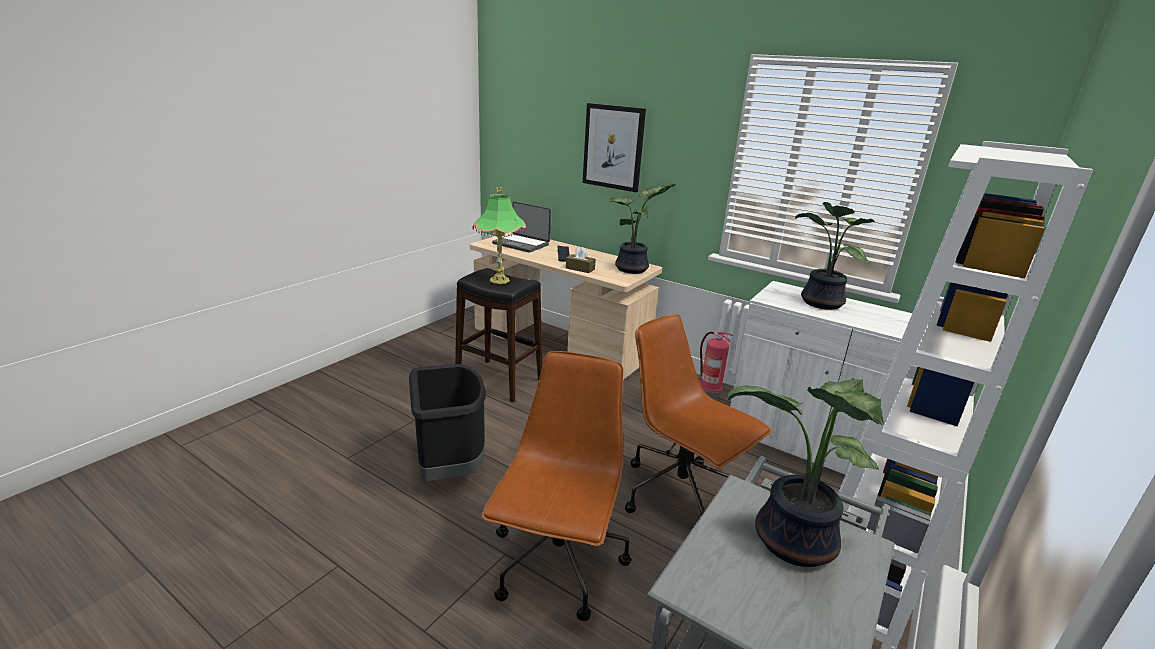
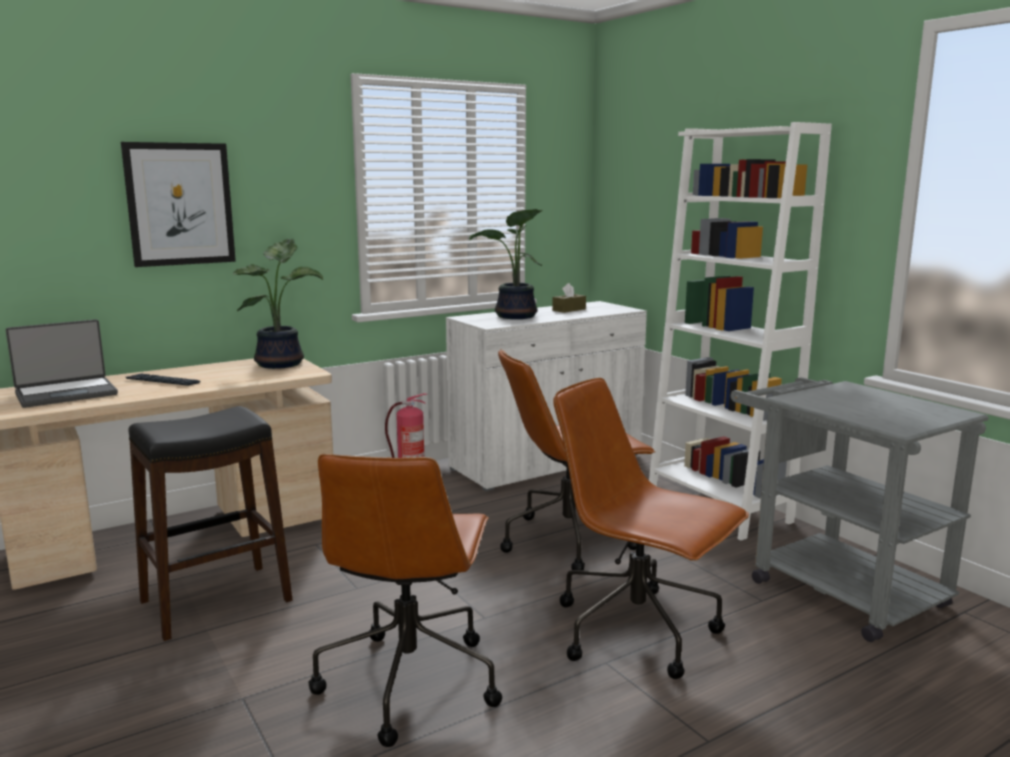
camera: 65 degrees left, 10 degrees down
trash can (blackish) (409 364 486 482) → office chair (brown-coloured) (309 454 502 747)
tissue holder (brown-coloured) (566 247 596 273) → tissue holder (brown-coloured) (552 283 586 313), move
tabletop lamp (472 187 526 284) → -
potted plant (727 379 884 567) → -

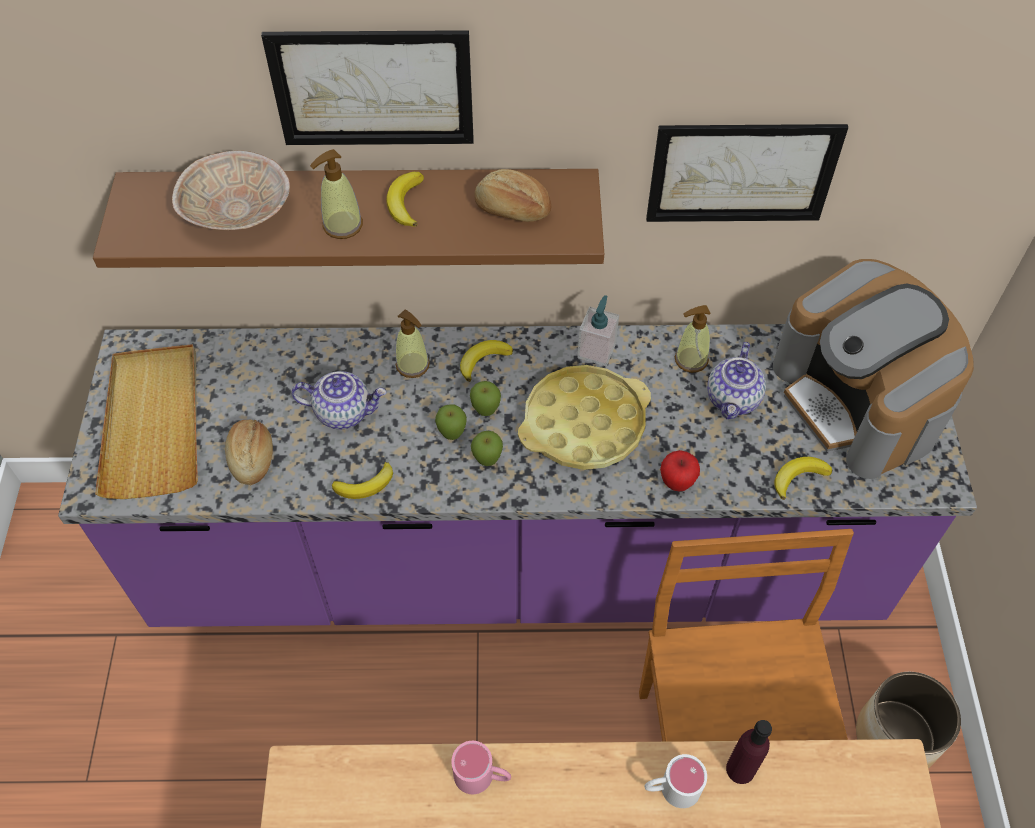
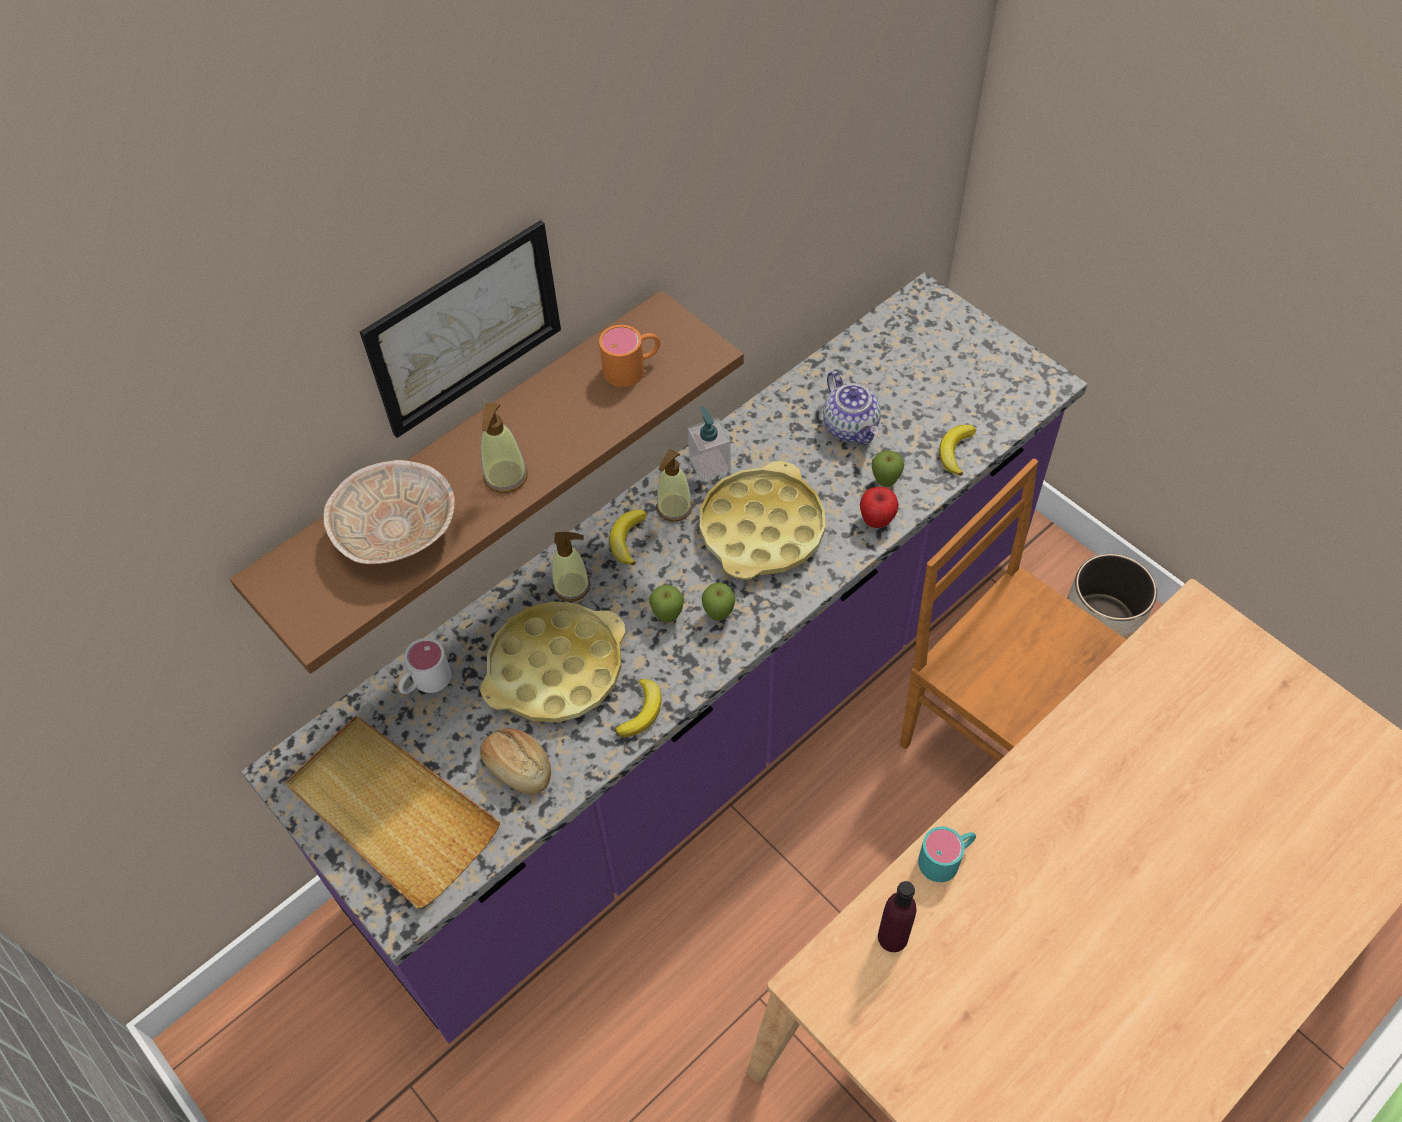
camera: 40 degrees left, 0 degrees up
mug (whitish) (645 754 707 808) → mug (whitish) (398 638 452 694), move
tea pot (291 371 387 429) → carrying tray (yellowish) (480 602 625 723)
bakery bread (475 169 552 222) → mug (orangey) (599 325 660 387)
soap bottle (675 305 711 373) → soap bottle (657 449 693 522), move
apple (470 381 501 416) → apple (871 450 904 487), move
beverage bottle (purplish) (726 720 772 784) → beverage bottle (purplish) (878 881 916 952), move
mug (pink-coloured) (451 741 511 794) → mug (blue-green) (918 826 976 882)
whole banana (386 172 424 227) → -
wall art (646 124 848 222) → -
coffee brewer (773 259 974 479) → -

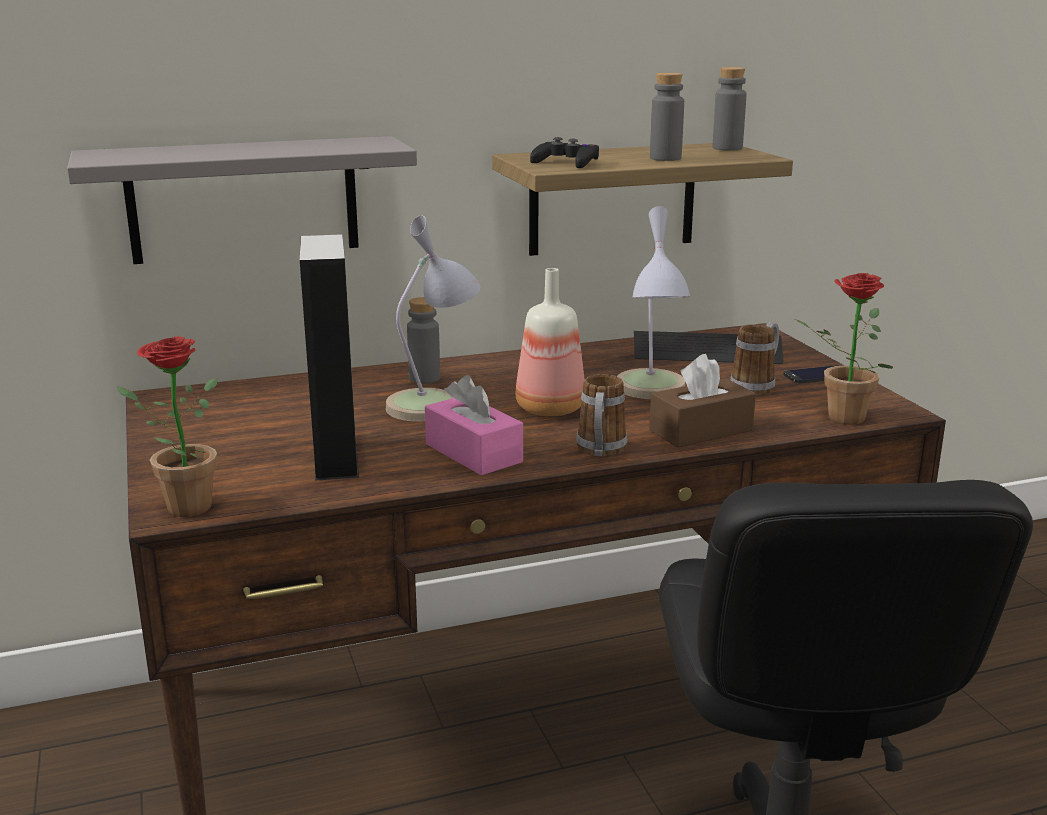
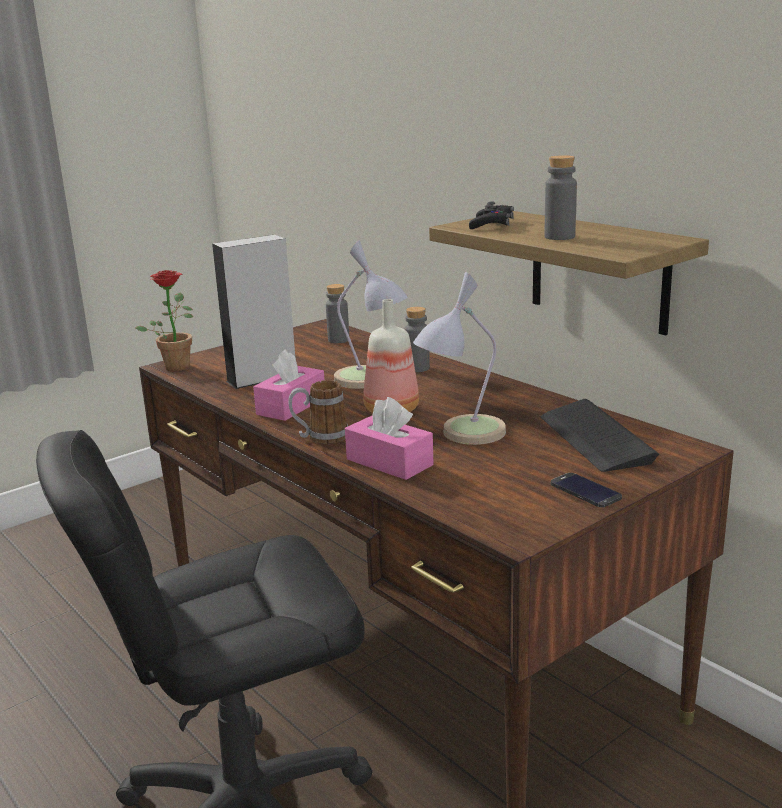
camera: 70 degrees right, 0 degrees up
beverage bottle (gray) (713 67 746 151) → beverage bottle (gray) (326 284 349 343), move
tissue holder (brown-coloured) (649 354 756 448) → tissue holder (pink-coloured) (345 397 434 480)
wall shelf (gray) (67 136 417 264) → -
mug (730 322 779 396) → -
potted plant (795 273 893 425) → -

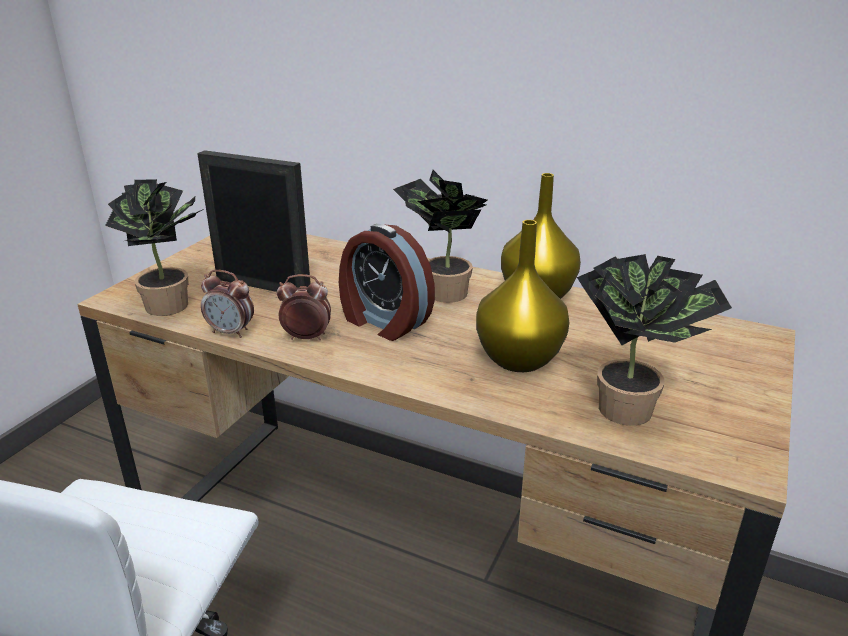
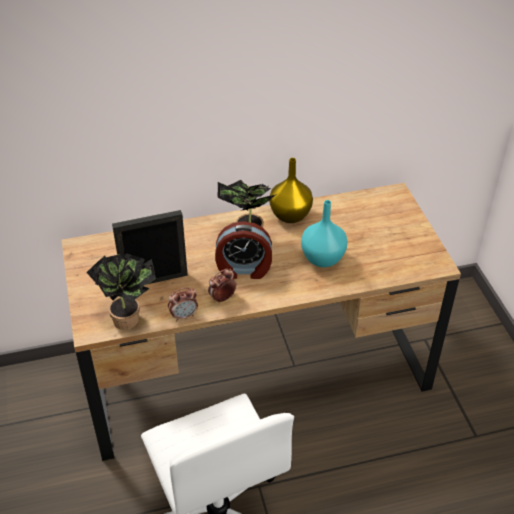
camera: 40 degrees left, 15 degrees up
flower vase (yellowish) (476 220 570 372) → flower vase (blue-green) (301 200 348 267)
potted plant (577 254 732 426) → -

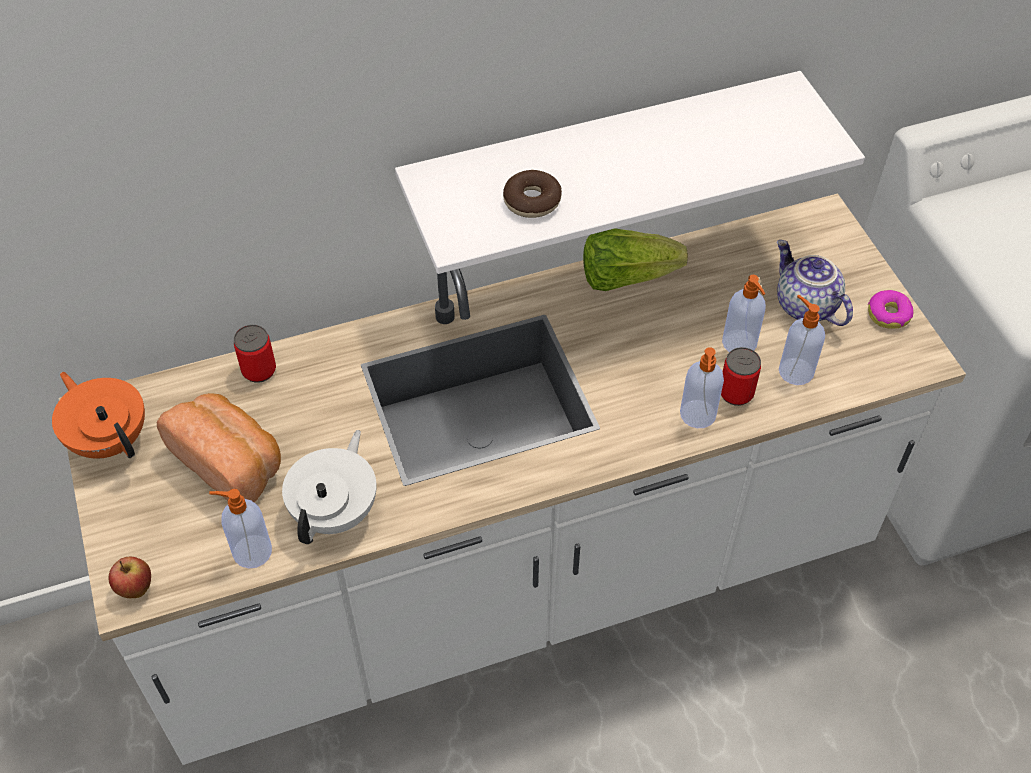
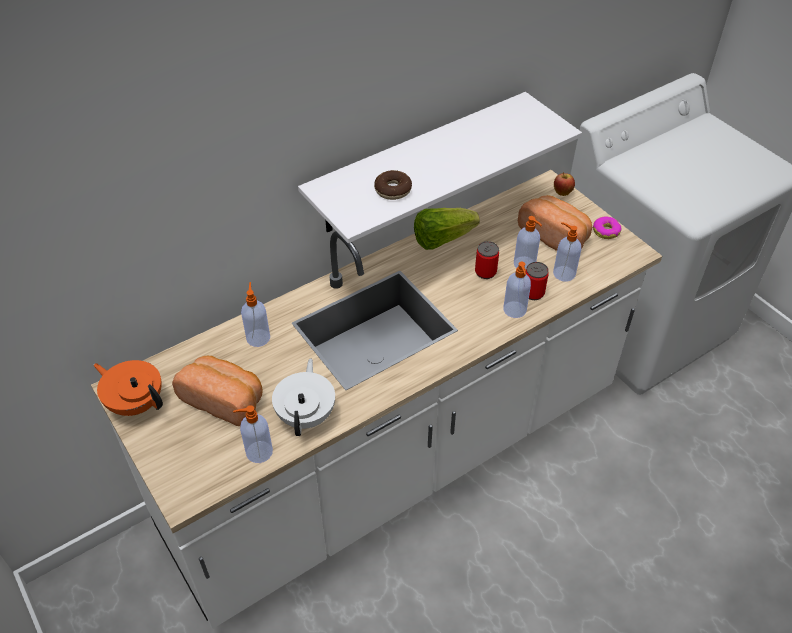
camera: 15 degrees left, 5 degrees down
- → soap bottle (241 282 270 347)
sealed can (234 325 276 383) → sealed can (475 241 499 279), move
tea pot (777 240 853 326) → bakery bread (518 195 592 251)
apple (109 557 151 598) → apple (554 172 575 196), move

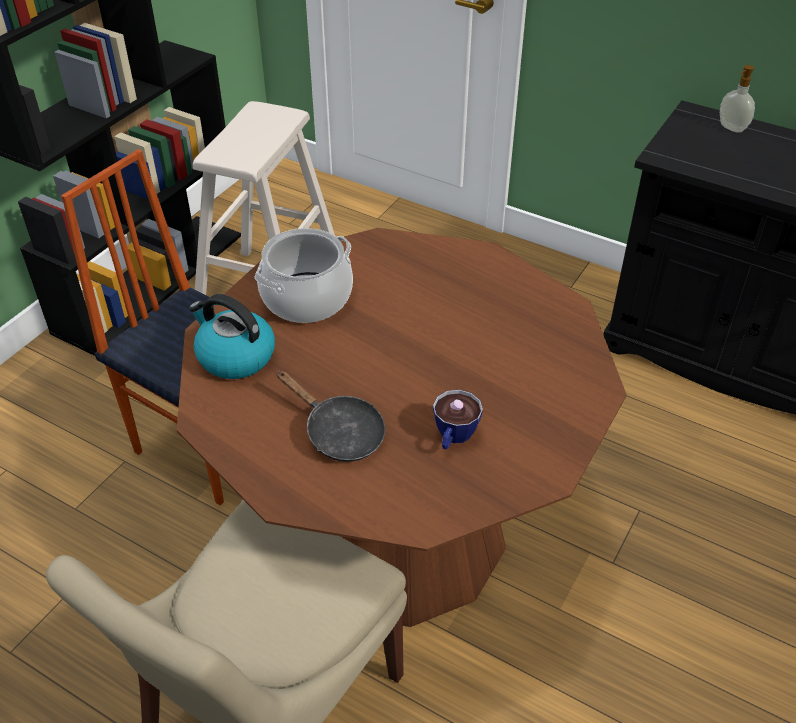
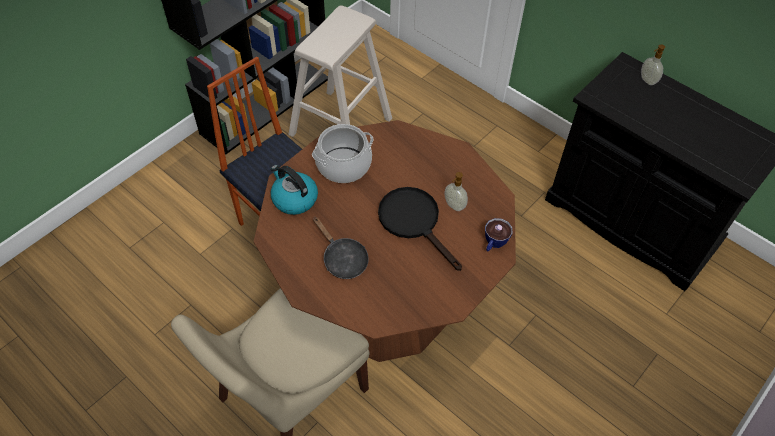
camera: 10 degrees right, 10 degrees up
- → frying pan (blackish) (378 187 462 271)
- → soap bottle (444 172 468 211)
small cup (433 390 483 450) → small cup (485 218 513 251), move

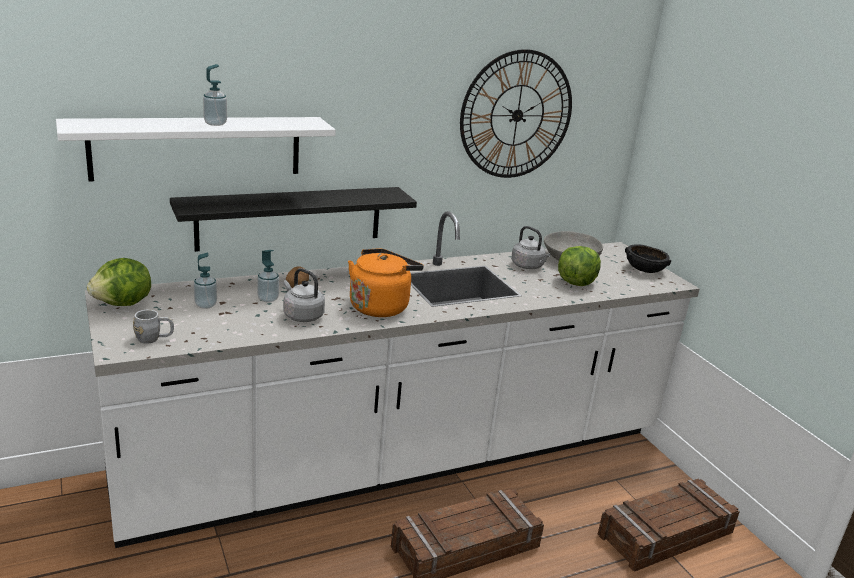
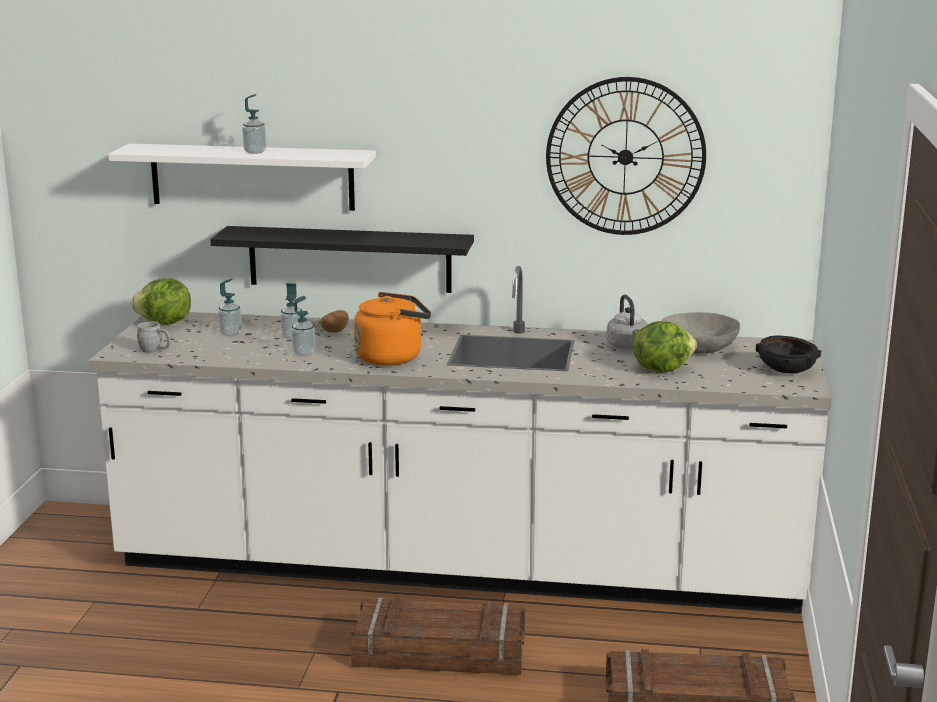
camera: 35 degrees right, 5 degrees down
tea kettle (gray) (283 268 325 322) → soap bottle (291 296 315 356)

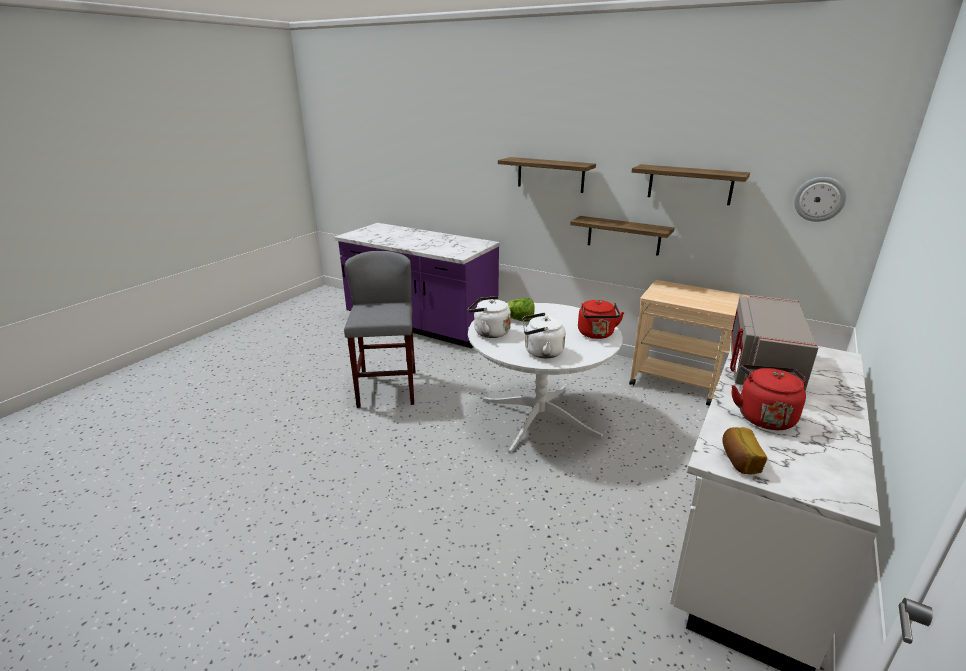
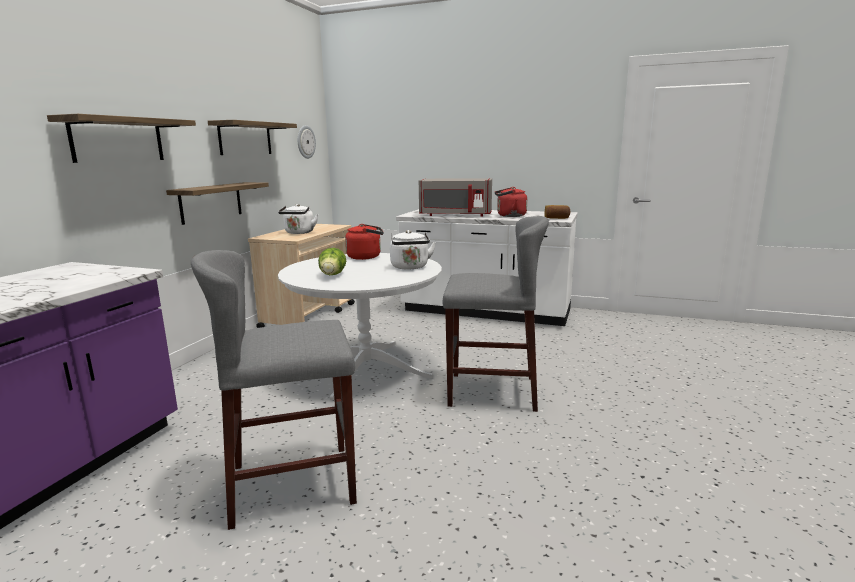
camera: 100 degrees left, 10 degrees down
tea kettle (whitish) (468 296 511 338) → tea kettle (whitish) (278 204 318 234), move
- → sitting stool (gray) (443 216 549 412)

